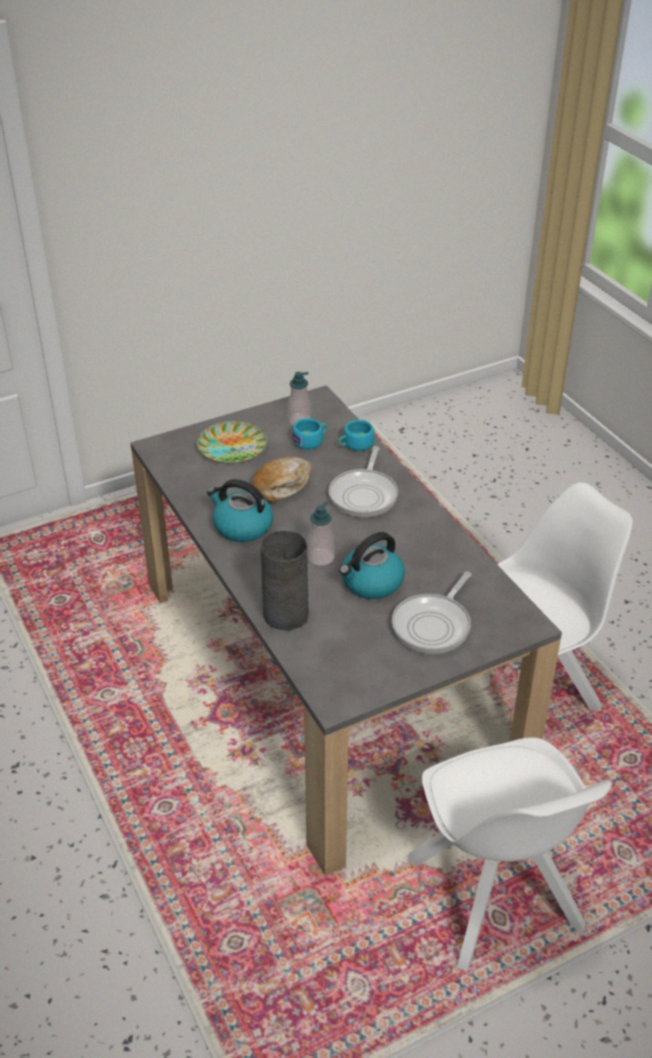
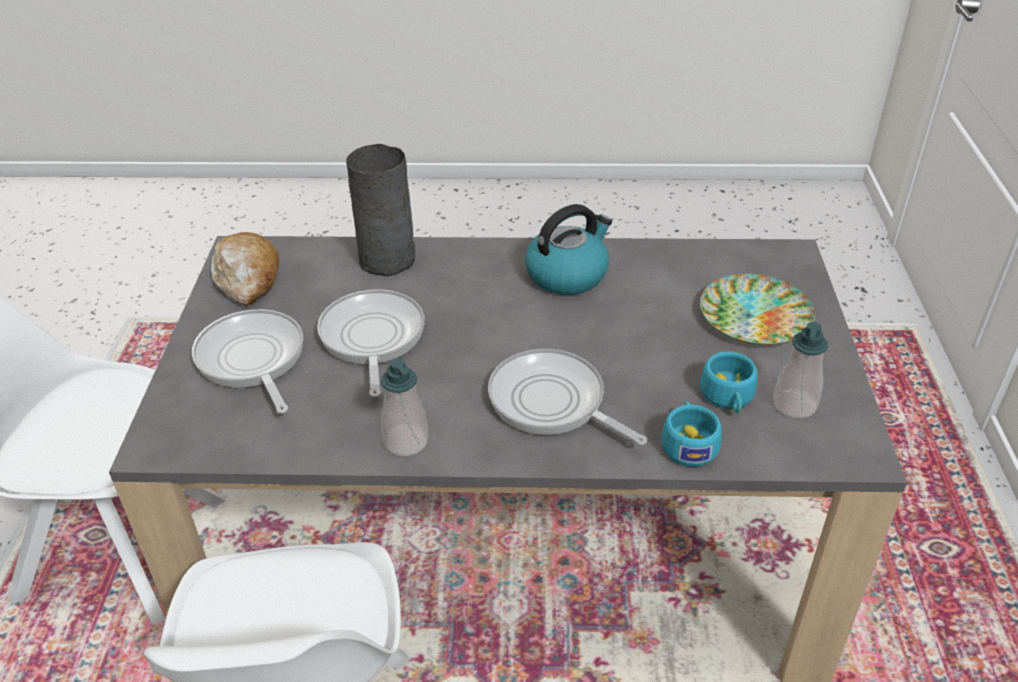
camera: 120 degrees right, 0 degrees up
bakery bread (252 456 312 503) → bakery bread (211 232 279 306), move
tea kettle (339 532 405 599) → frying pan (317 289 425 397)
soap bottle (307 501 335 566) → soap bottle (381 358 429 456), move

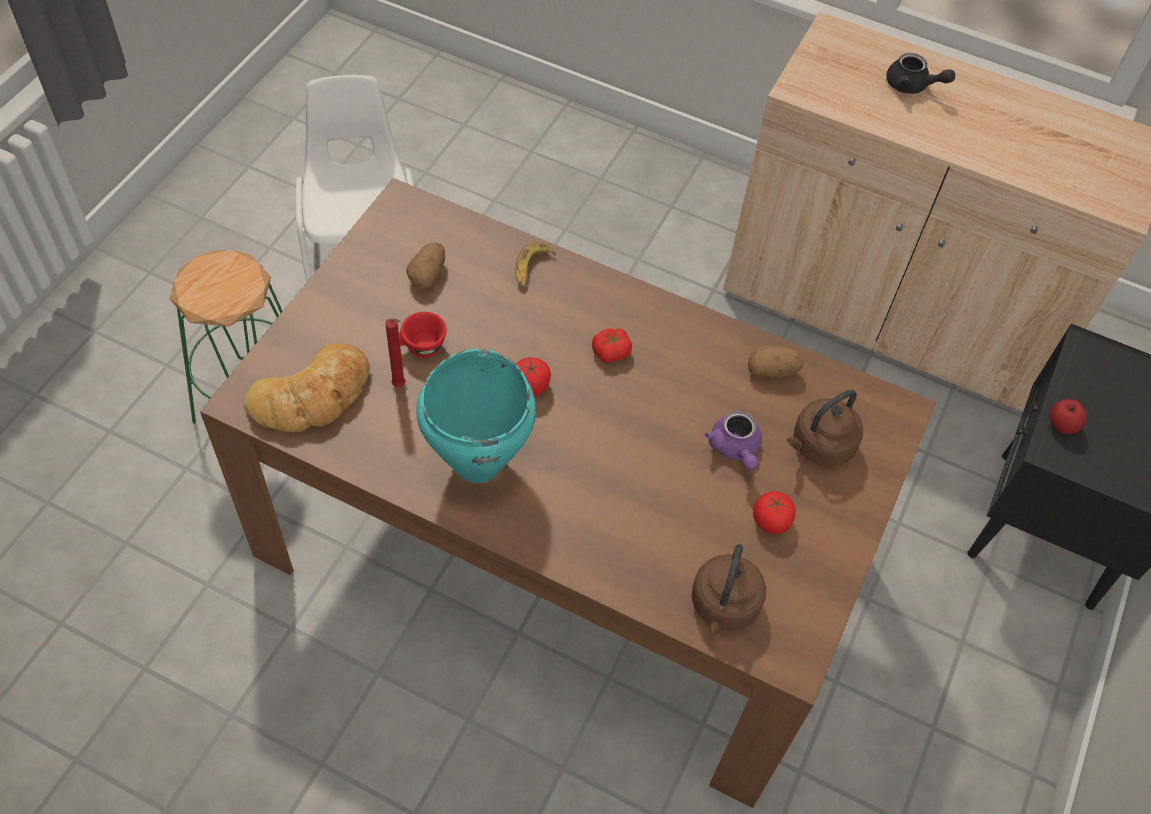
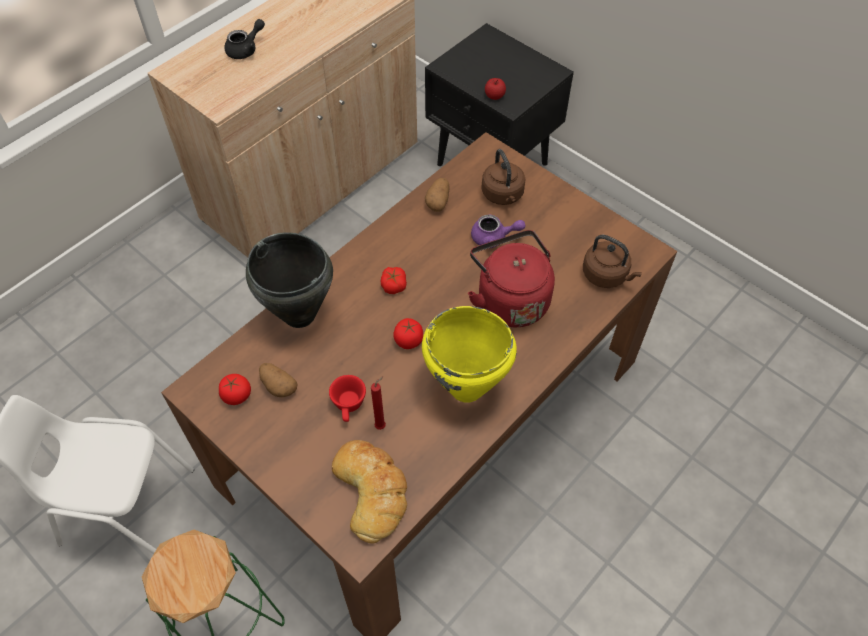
camera: 70 degrees left, 0 degrees up
whole tomato (753 491 796 534) → whole tomato (219 374 251 405), move
whole banana (515 242 556 288) → saucepot (blackish) (246 232 333 328)
saucepot (blue-green) (416 349 536 483) → saucepot (yellowish) (422 306 517 403)
- → tea kettle (red-coloured) (468 230 555 327)

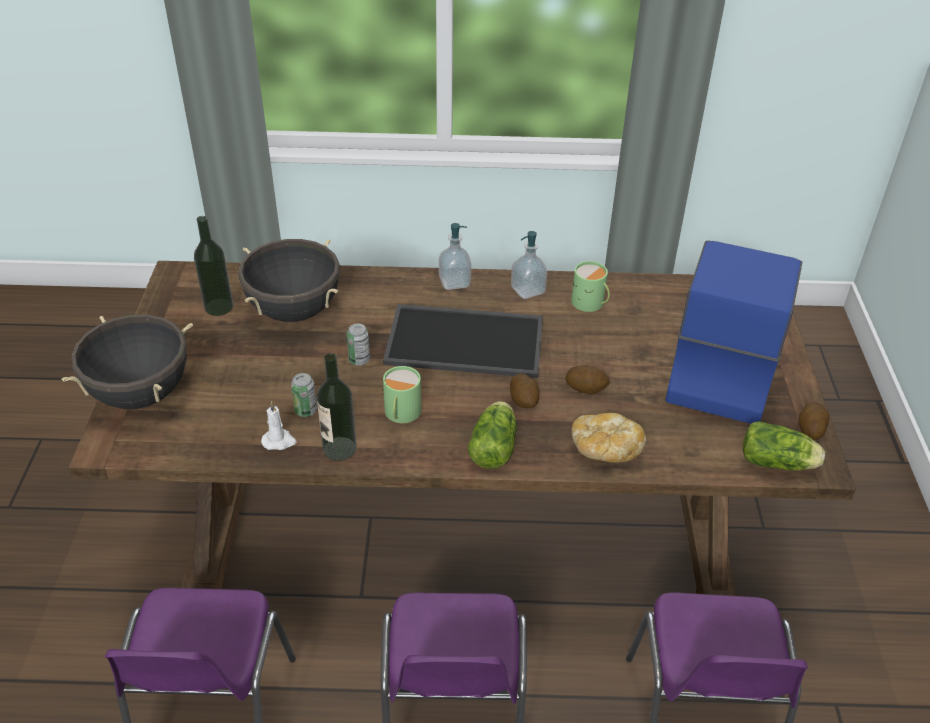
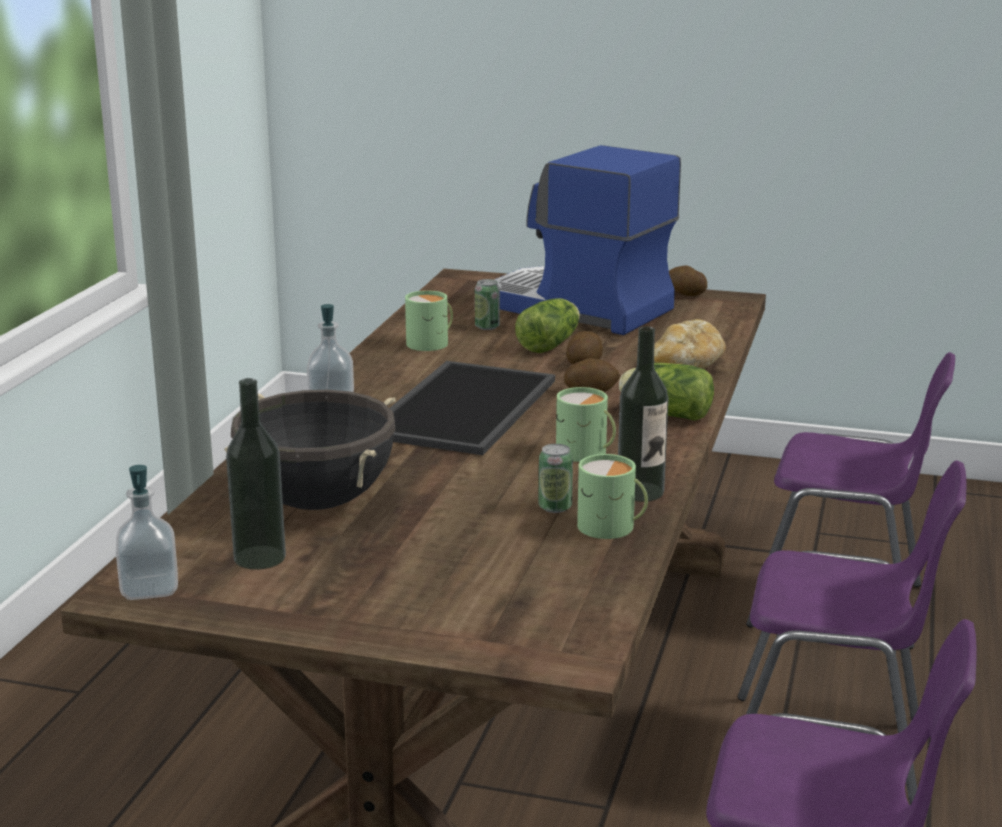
camera: 75 degrees left, 20 degrees down
soap bottle (511 231 547 299) → soap bottle (116 465 178 600), move
sealed can (347 323 370 365) → sealed can (475 279 500 330), move
head of lettuce (743 421 825 471) → head of lettuce (515 298 580 353), move
wax candle (whitish) (261 401 297 450) → mug (green) (577 454 648 539)
saucepot (blackish) (62 315 193 409) → -

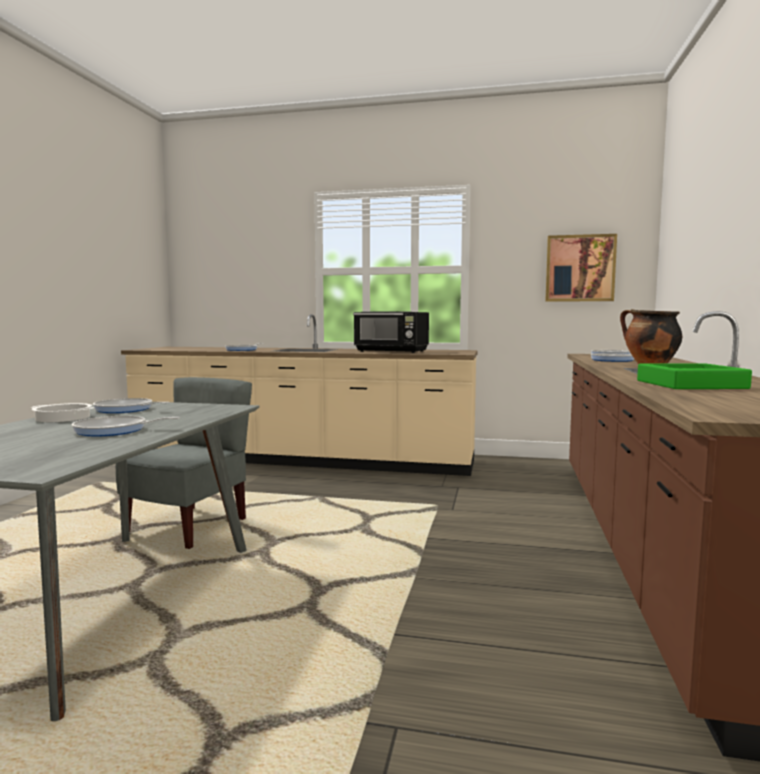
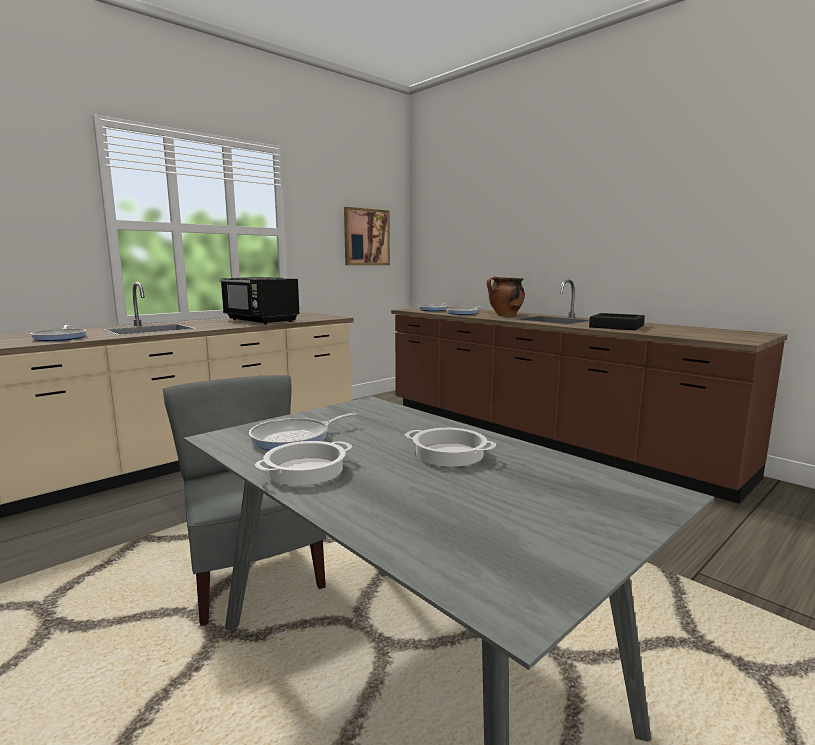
camera: 55 degrees left, 5 degrees up
kitchen microwave (blackish) (353 311 429 353) → kitchen microwave (blackish) (220 277 299 324), 75 degrees clockwise
frying pan (72 416 180 436) → saucepot (405 428 496 467)
carrying tray (green) (637 363 752 389) → carrying tray (blackish) (589 313 645 330)

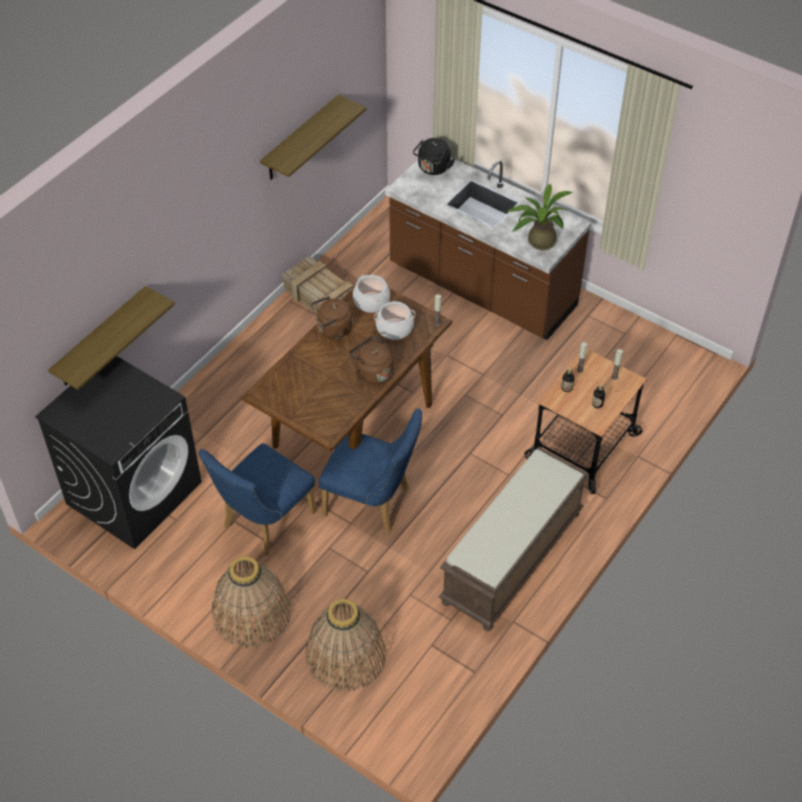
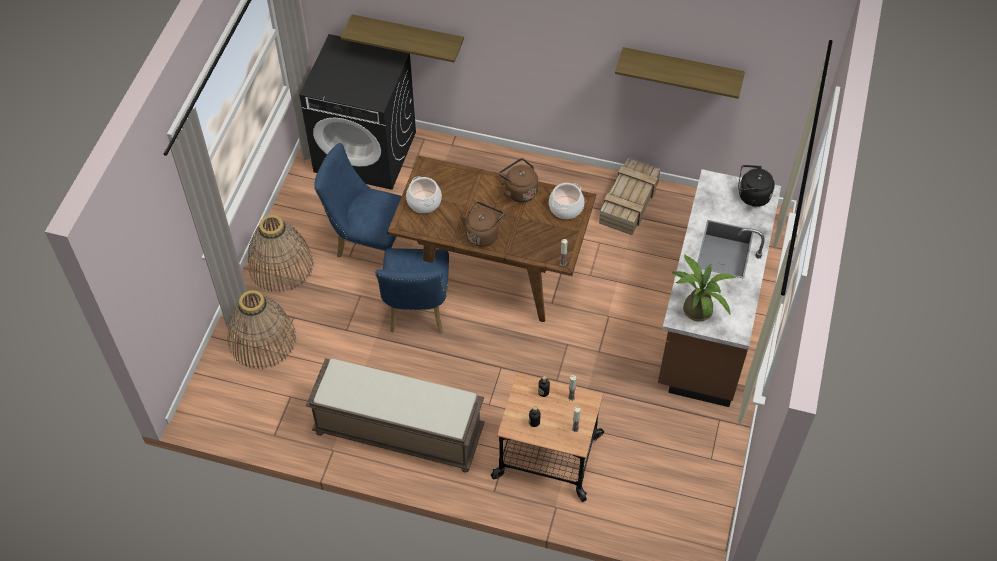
camera: 70 degrees right, 5 degrees up
saucepot (374 301 415 340) → saucepot (406 176 442 213), move

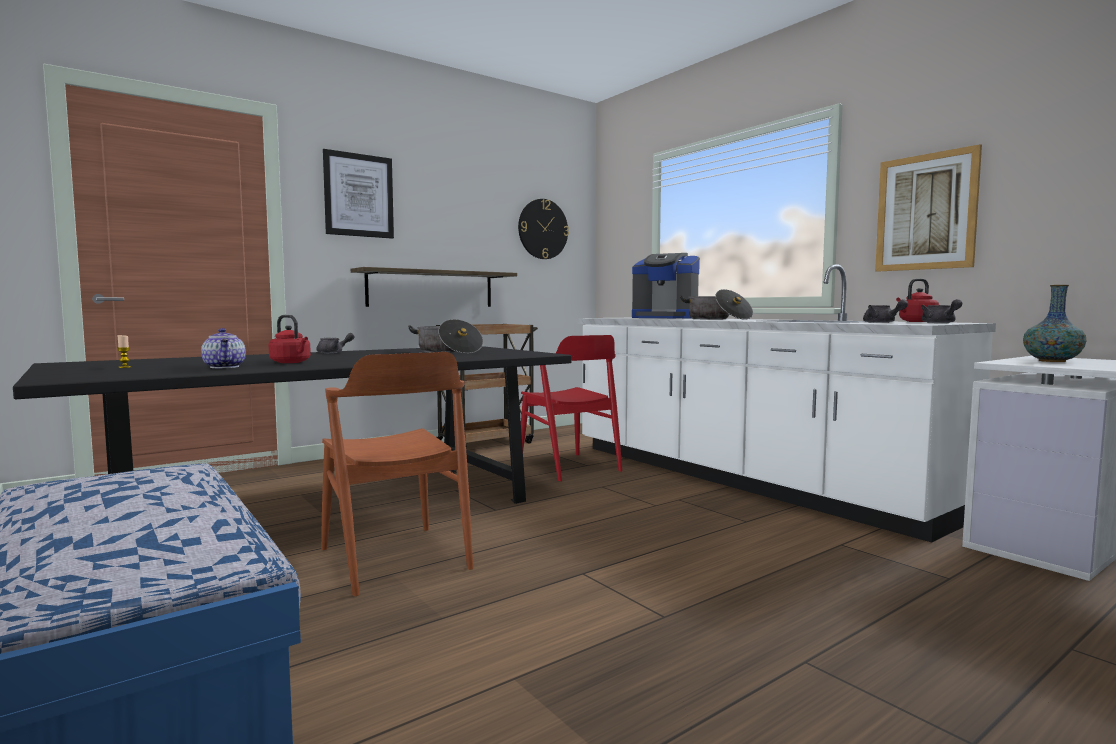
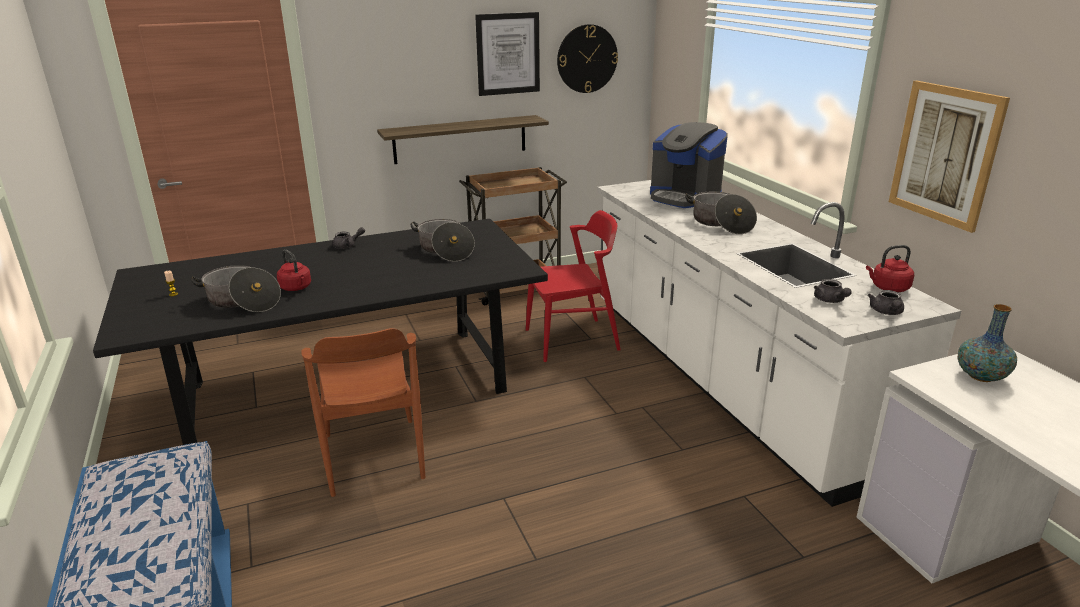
camera: 15 degrees right, 20 degrees up
tea pot (201 328 246 368) → saucepot (191 265 281 312)
wall art (323 149 394 239) → wall art (475 12 540 96), move
chair (red-coloured) (521 335 622 481) → chair (red-coloured) (526 210 621 362), 90 degrees counterclockwise

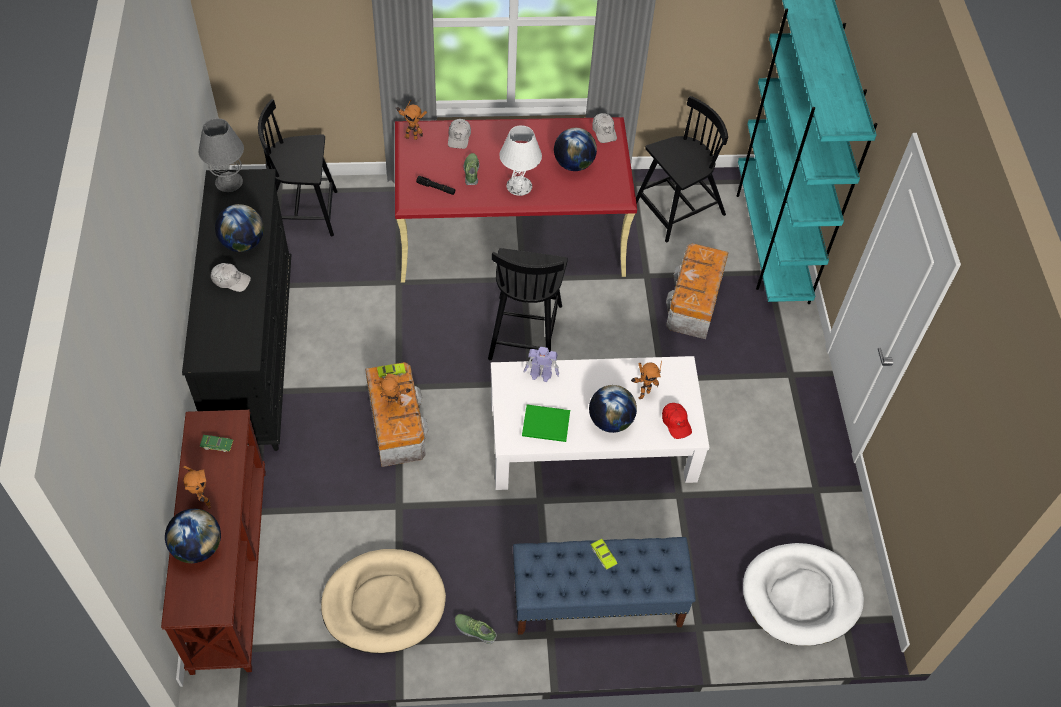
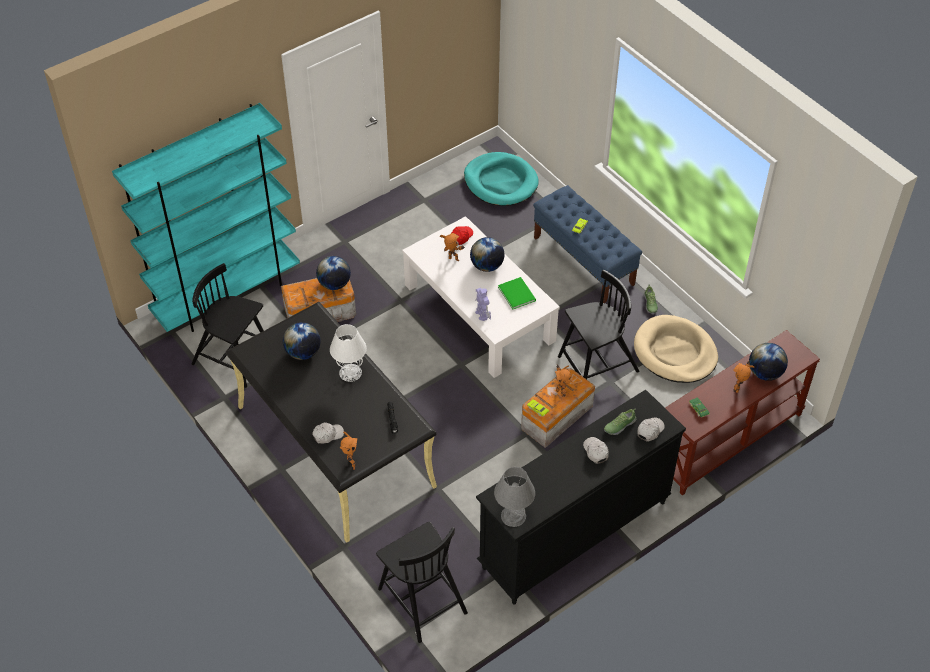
camera: 120 degrees left, 5 degrees down
desk unit (red-coloured) (395 117 637 283) → desk unit (blackish) (226 302 437 543)
globe (215 204 264 252) → globe (316 256 351 290), move
dog cushion (whitish) (743 543 864 646) → dog cushion (blue-green) (464 152 539 206)
chair (blackish) (488 248 568 360) → chair (blackish) (558 270 639 379), move
shoe (463 153 479 185) → shoe (604 409 636 435), move
peaked cap (whitish) (592 113 617 143) → peaked cap (whitish) (637 418 665 442), move

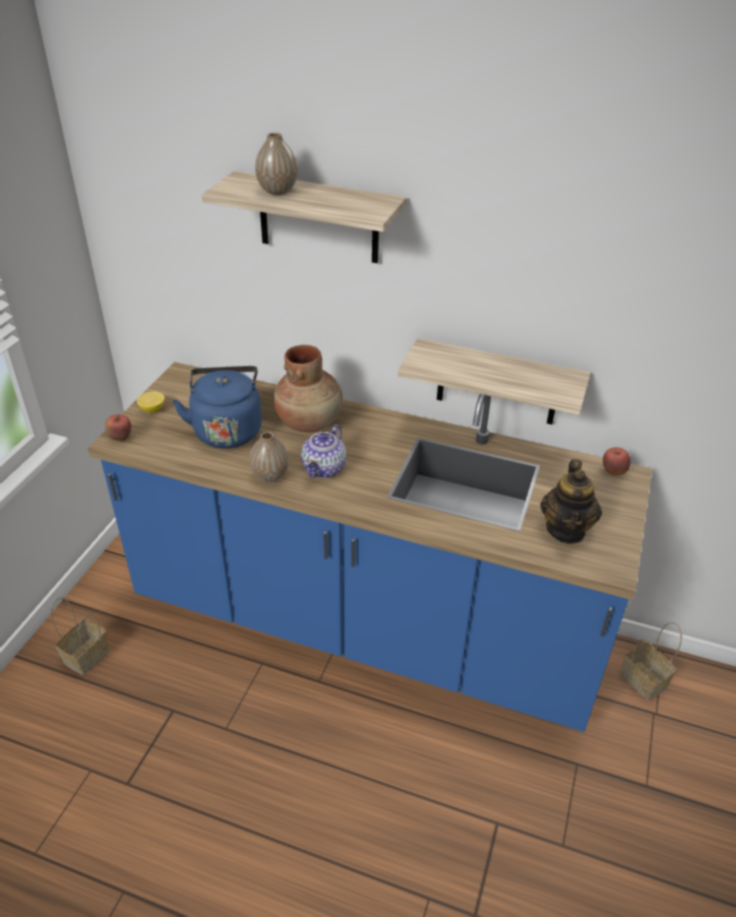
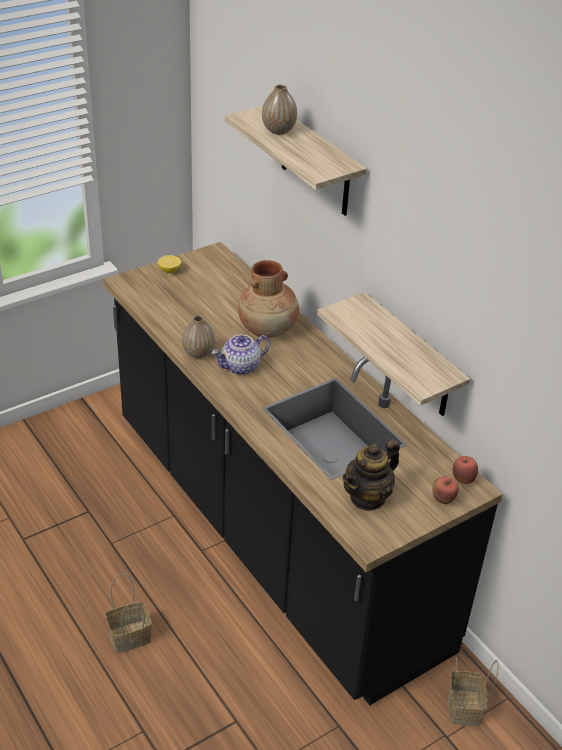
camera: 35 degrees right, 0 degrees up
kitchen base unit (bluish) (88 362 652 732) → kitchen base unit (blackish) (103 242 503 705)
household basket (51 597 110 675) → household basket (105 574 152 653), move
apple (105 414 131 441) → apple (433 477 459 504), move
tea kettle (bluish) (172 366 262 449) → -

